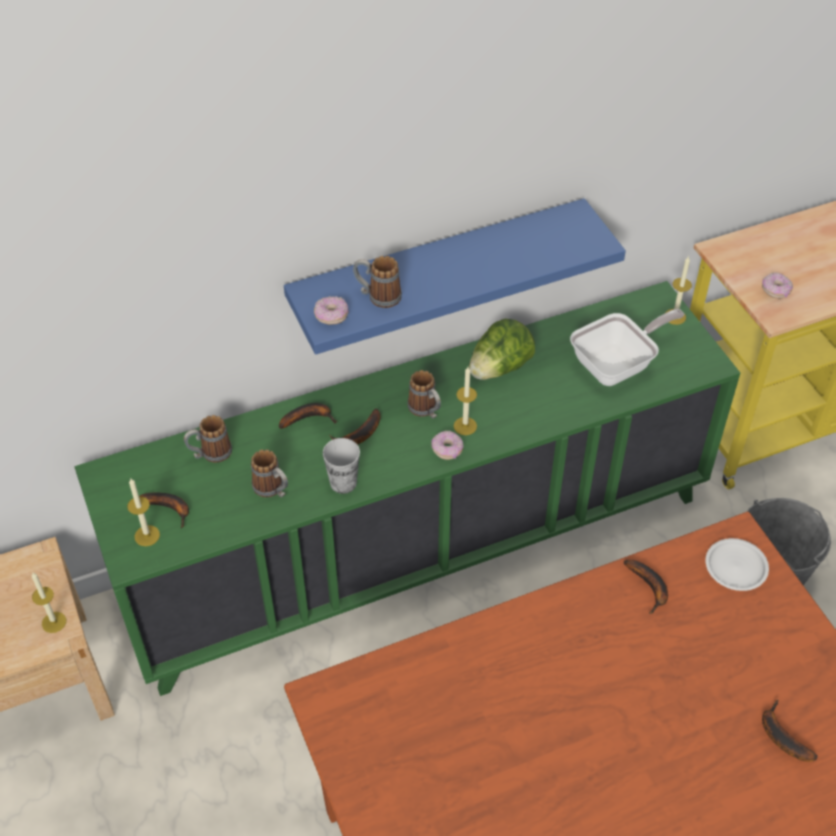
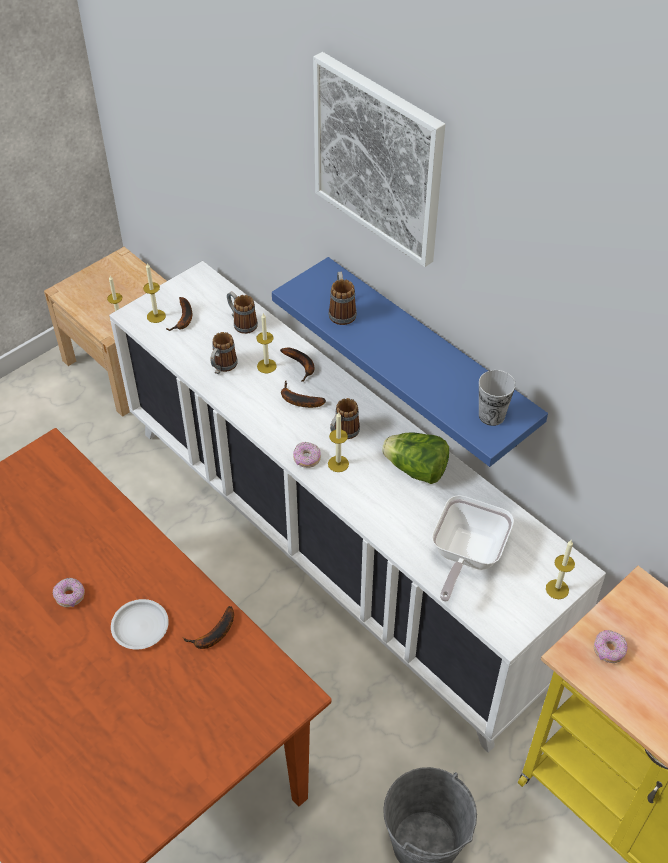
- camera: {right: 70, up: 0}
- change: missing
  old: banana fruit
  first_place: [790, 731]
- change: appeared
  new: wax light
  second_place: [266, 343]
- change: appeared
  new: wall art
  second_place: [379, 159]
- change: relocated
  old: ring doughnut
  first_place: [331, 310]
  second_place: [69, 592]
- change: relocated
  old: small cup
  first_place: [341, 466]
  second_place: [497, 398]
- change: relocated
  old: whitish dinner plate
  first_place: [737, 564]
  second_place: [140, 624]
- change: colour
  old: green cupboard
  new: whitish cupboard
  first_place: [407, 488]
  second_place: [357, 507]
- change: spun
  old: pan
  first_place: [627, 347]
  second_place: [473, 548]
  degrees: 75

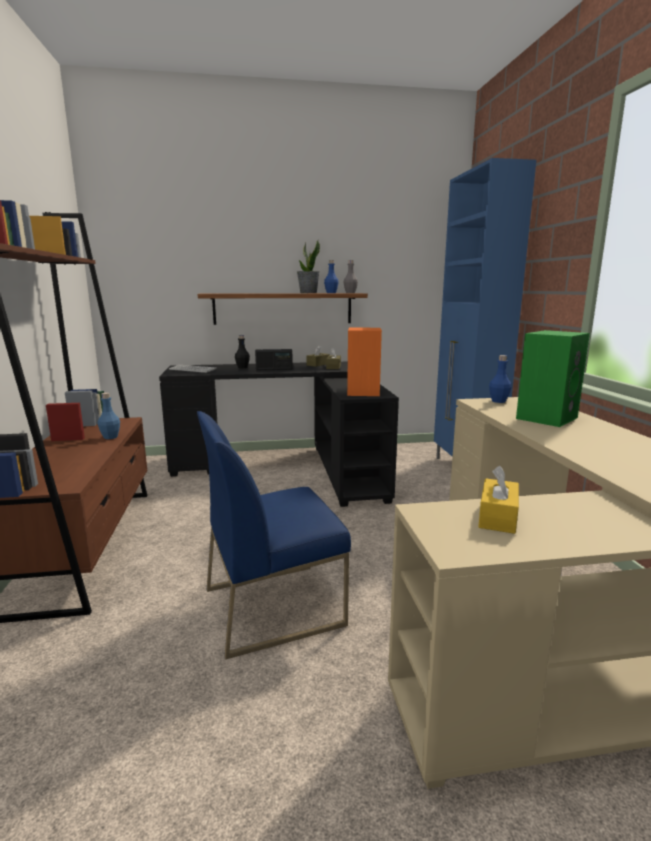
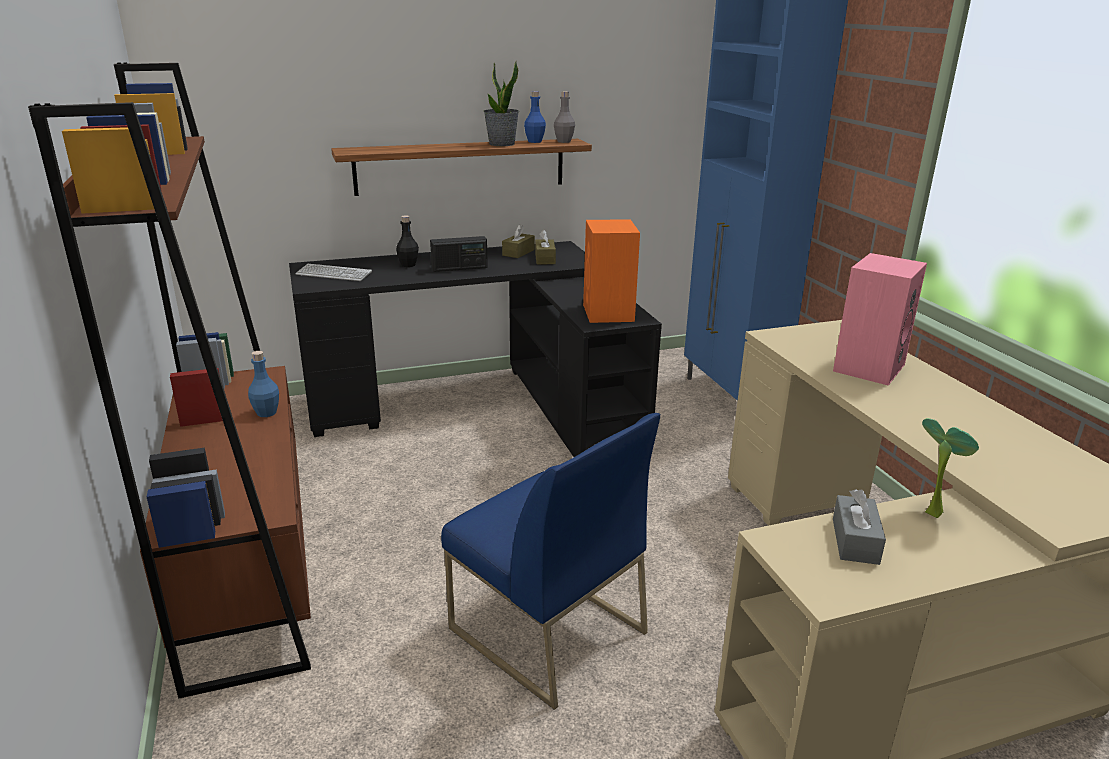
- camera: {right: -10, up: 10}
- change: missing
  old: bluish beverage bottle
  first_place: [500, 379]
- change: appeared
  new: potted plant
  second_place: [950, 468]
- change: colour
  old: yellowish tissue box
  new: grey tissue box
  first_place: [498, 500]
  second_place: [859, 527]
- change: colour
  old: green audio speaker
  new: pinkish audio speaker
  first_place: [553, 378]
  second_place: [880, 319]
- change: spun
  old: bluish chair
  first_place: [274, 535]
  second_place: [551, 561]
  degrees: -105

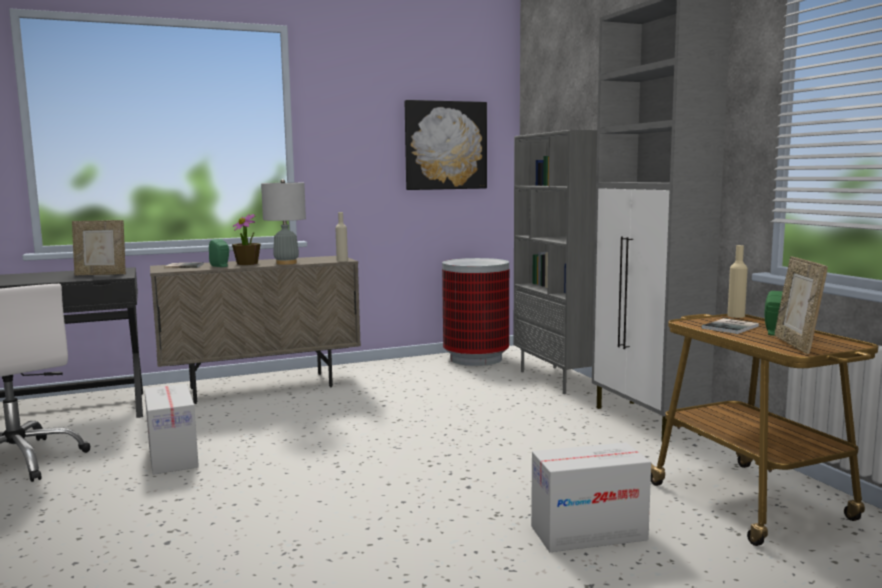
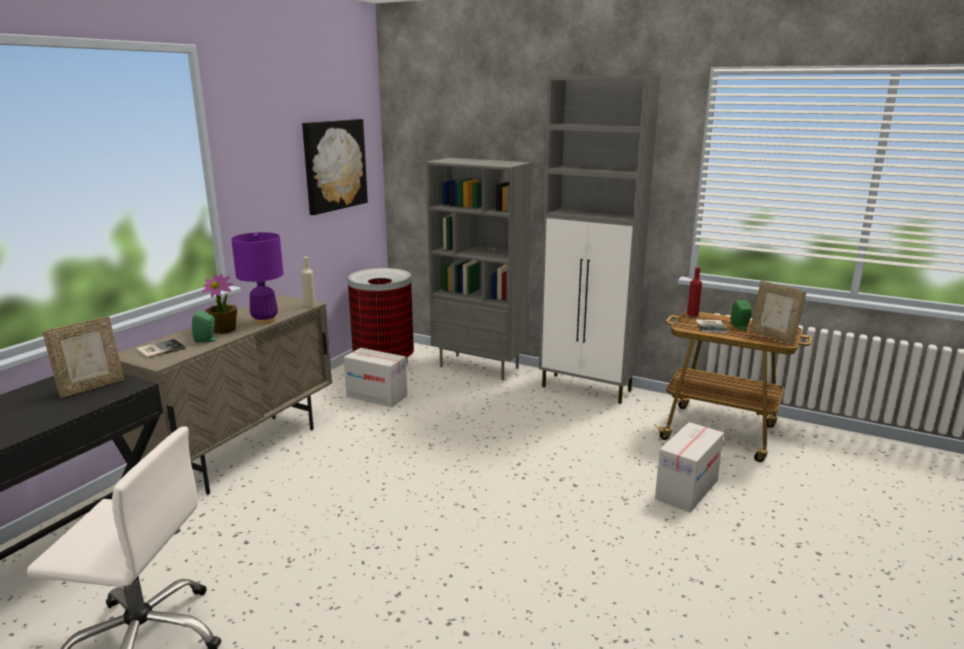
- camera: {right: -40, up: 10}
- change: relocated
  old: cardboard box
  first_place: [171, 429]
  second_place: [375, 377]
- change: colour
  old: grey lamp for a table
  new: purple lamp for a table
  first_place: [283, 222]
  second_place: [257, 278]
- change: colour
  old: sand-coloured beverage bottle
  new: red beverage bottle
  first_place: [737, 281]
  second_place: [694, 291]

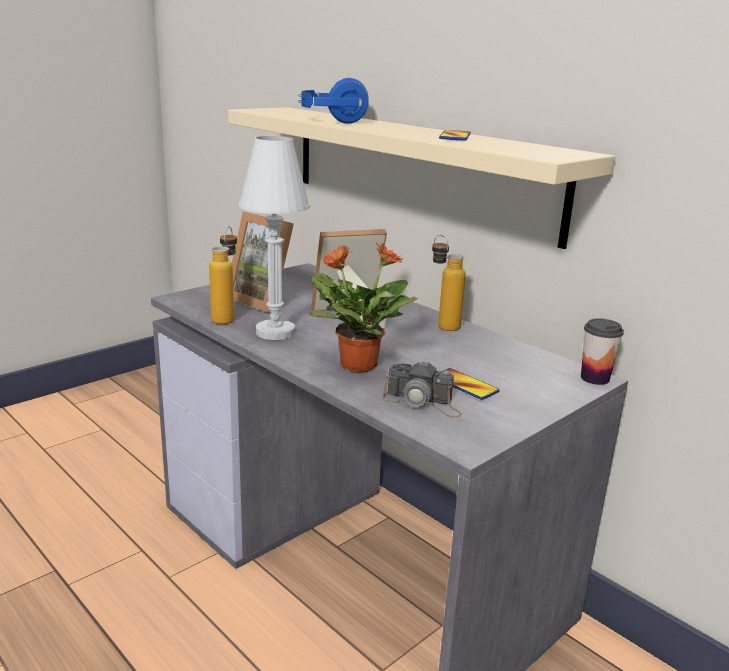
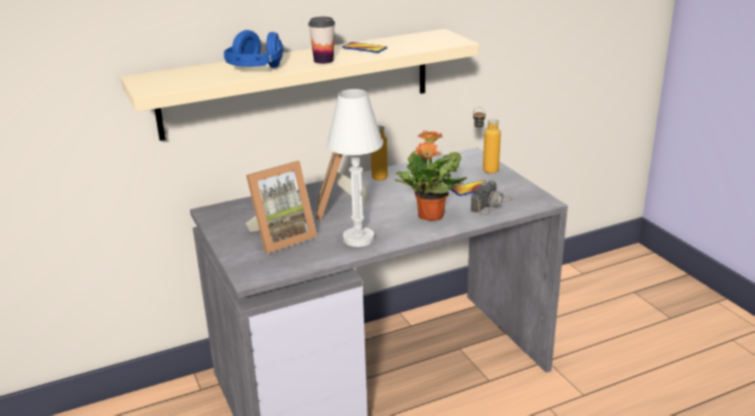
- camera: {right: -70, up: 5}
- change: relocated
  old: beverage bottle
  first_place: [223, 275]
  second_place: [487, 140]
- change: relocated
  old: small cup
  first_place: [602, 351]
  second_place: [321, 40]

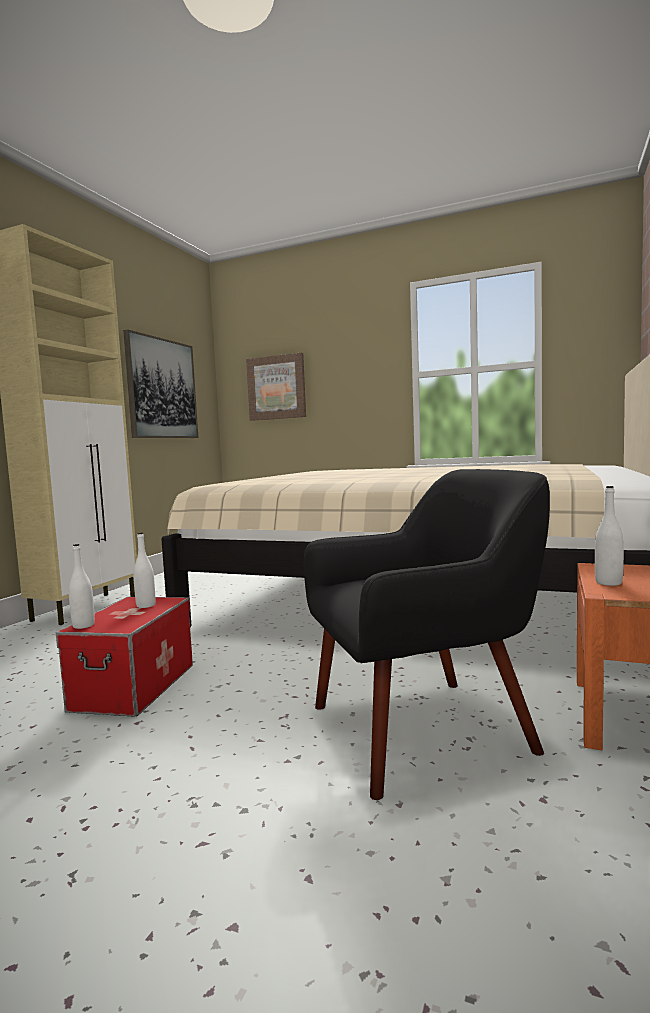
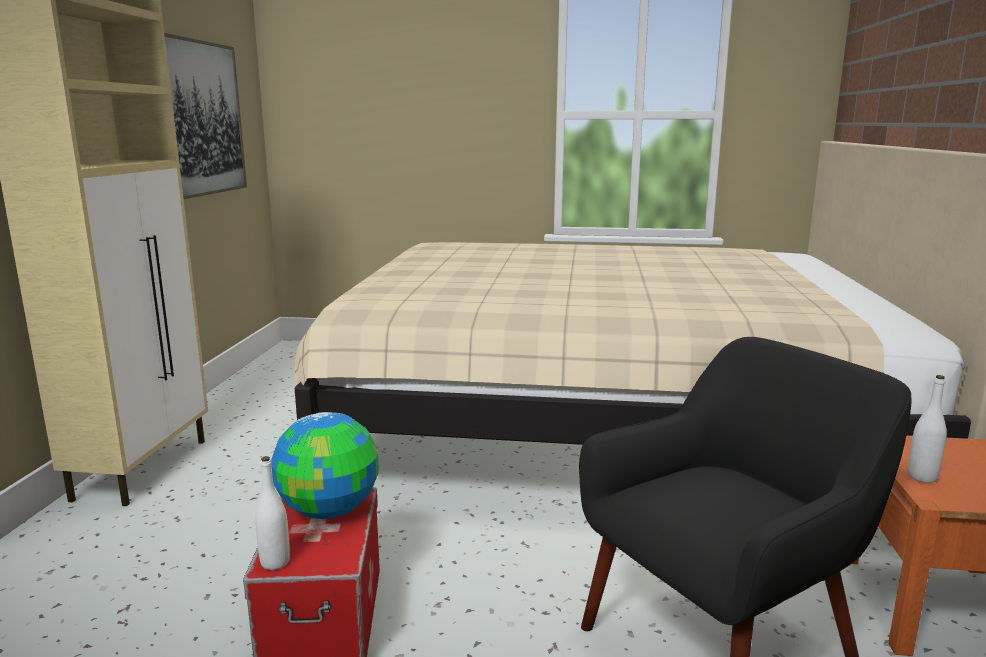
- camera: {right: -15, up: 10}
- change: missing
  old: wall art
  first_place: [276, 387]
- change: exchanged
  old: whitish beverage bottle
  new: world globe
  first_place: [144, 570]
  second_place: [325, 465]

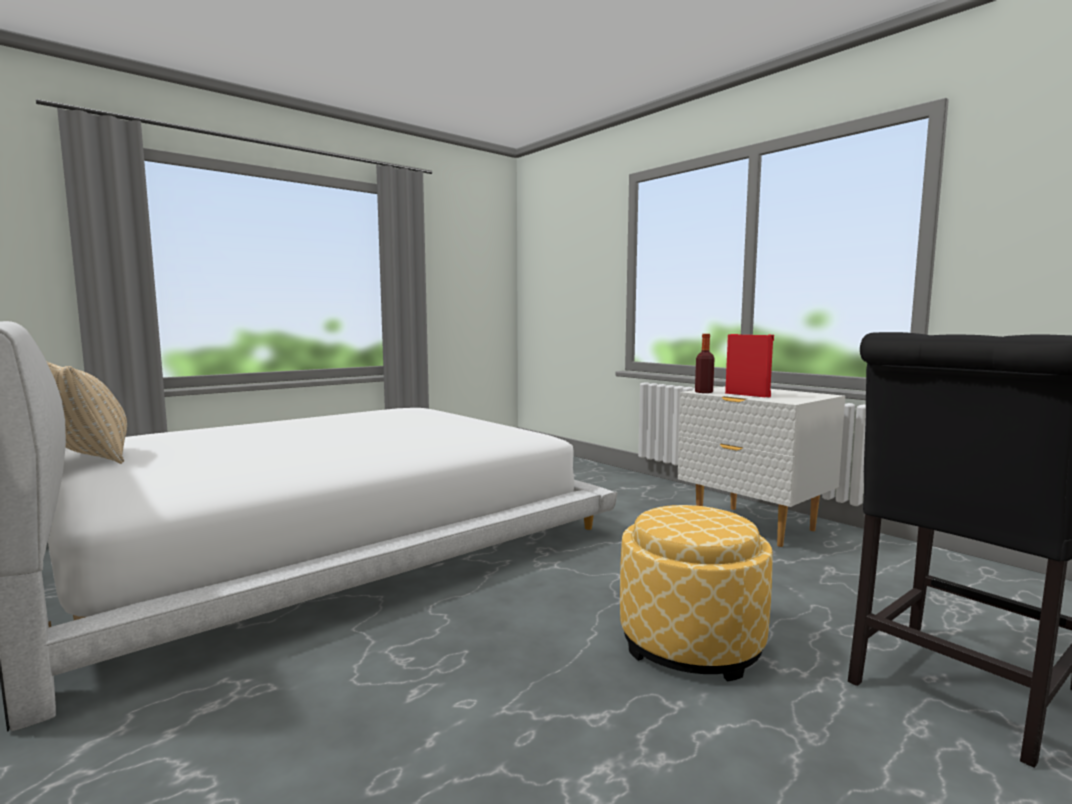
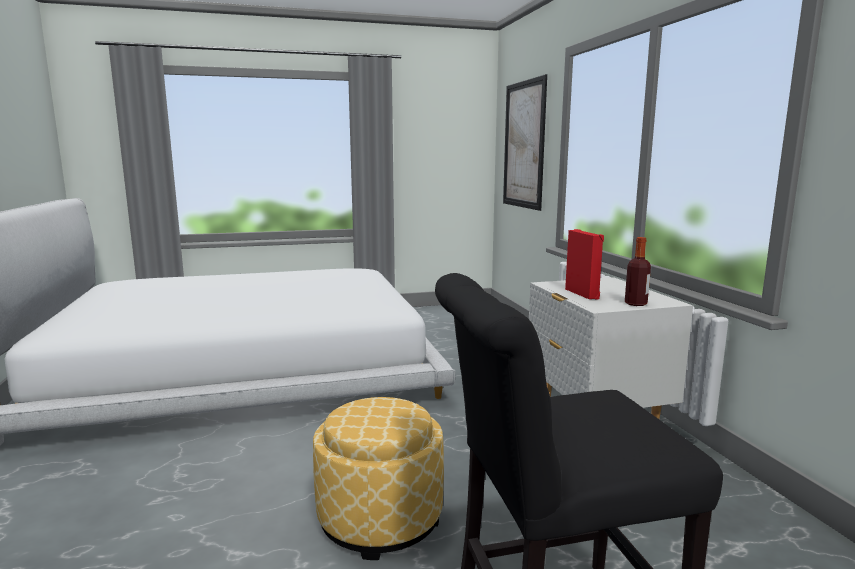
- camera: {right: 25, up: 5}
- change: missing
  old: sand-coloured throw pillow
  first_place: [86, 412]
- change: appeared
  new: wall art
  second_place: [525, 142]
- change: relocated
  old: beverage bottle
  first_place: [704, 363]
  second_place: [638, 271]

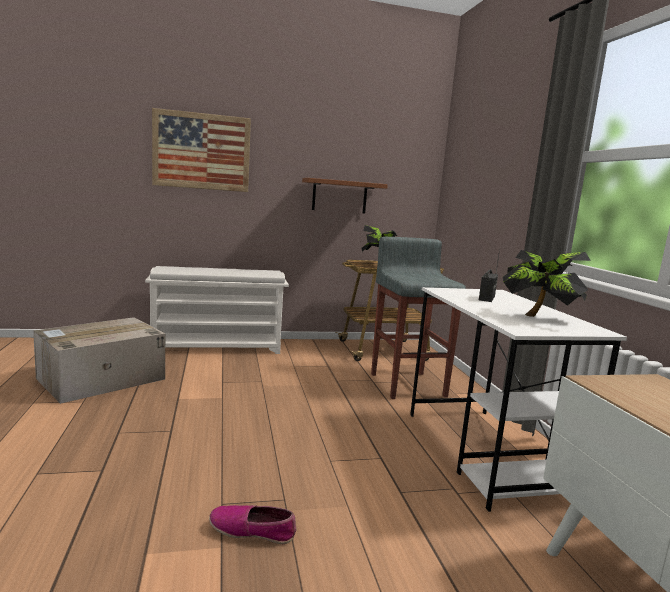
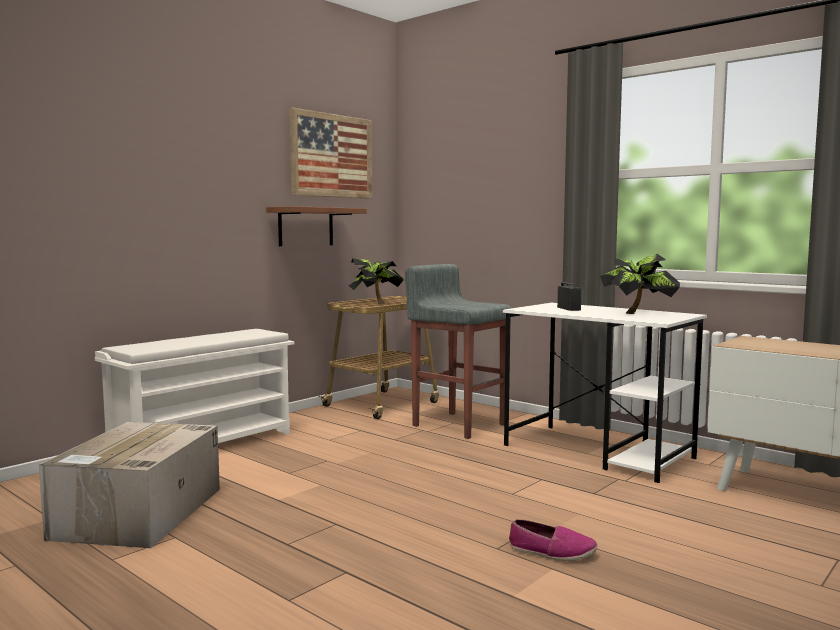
- camera: {right: -35, up: -5}
- change: relocated
  old: wall art
  first_place: [201, 150]
  second_place: [330, 153]
- change: spun
  old: low shoe
  first_place: [252, 524]
  second_place: [553, 540]
  degrees: -135

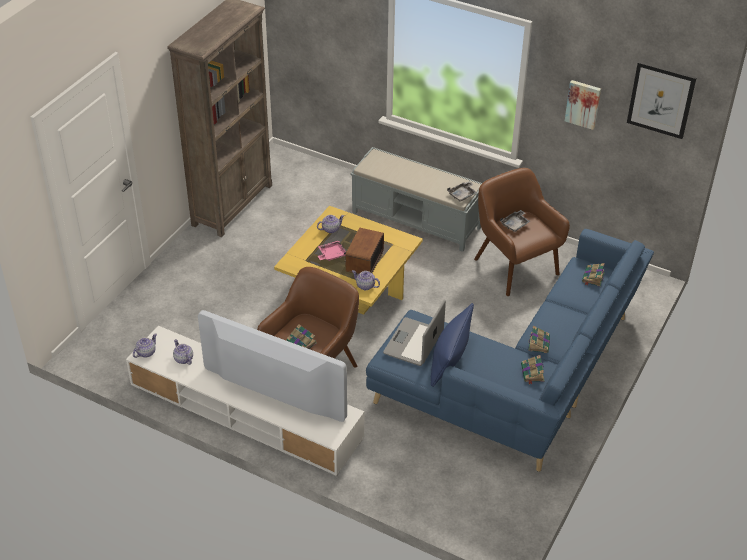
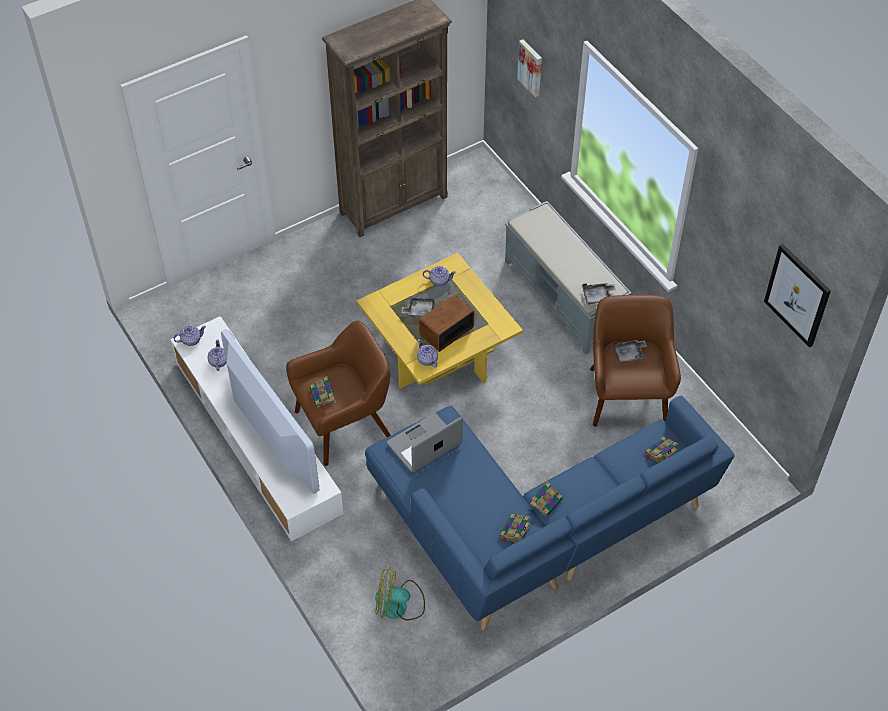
- camera: {right: 30, up: 10}
- change: missing
  old: bluish throw pillow
  first_place: [452, 345]
- change: appeared
  new: electric fan
  second_place: [400, 594]
- change: relocated
  old: wall art
  first_place: [583, 105]
  second_place: [529, 68]
- change: colour
  old: pinkish serving tray
  new: grey serving tray
  first_place: [332, 251]
  second_place: [418, 306]

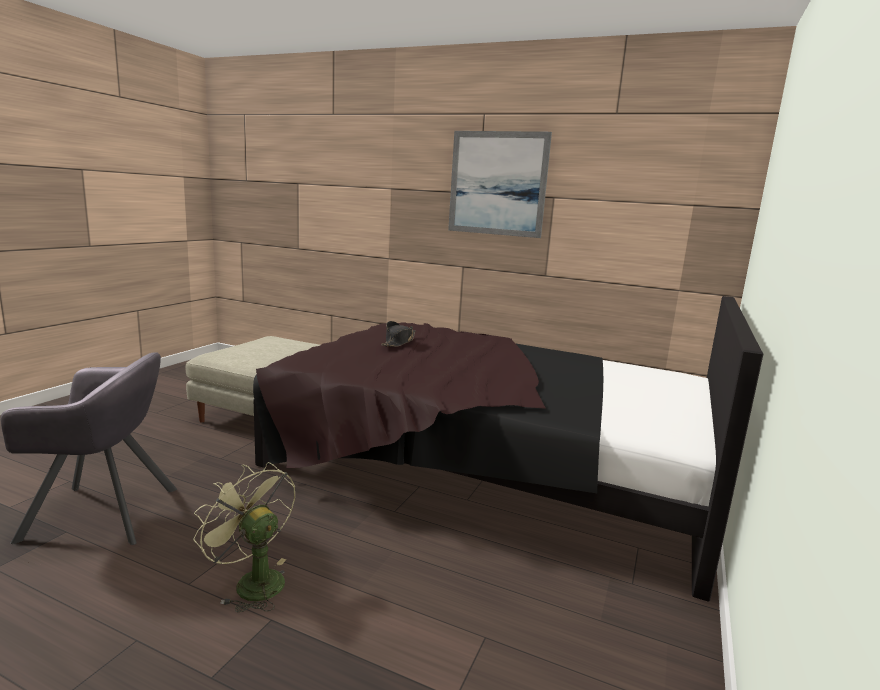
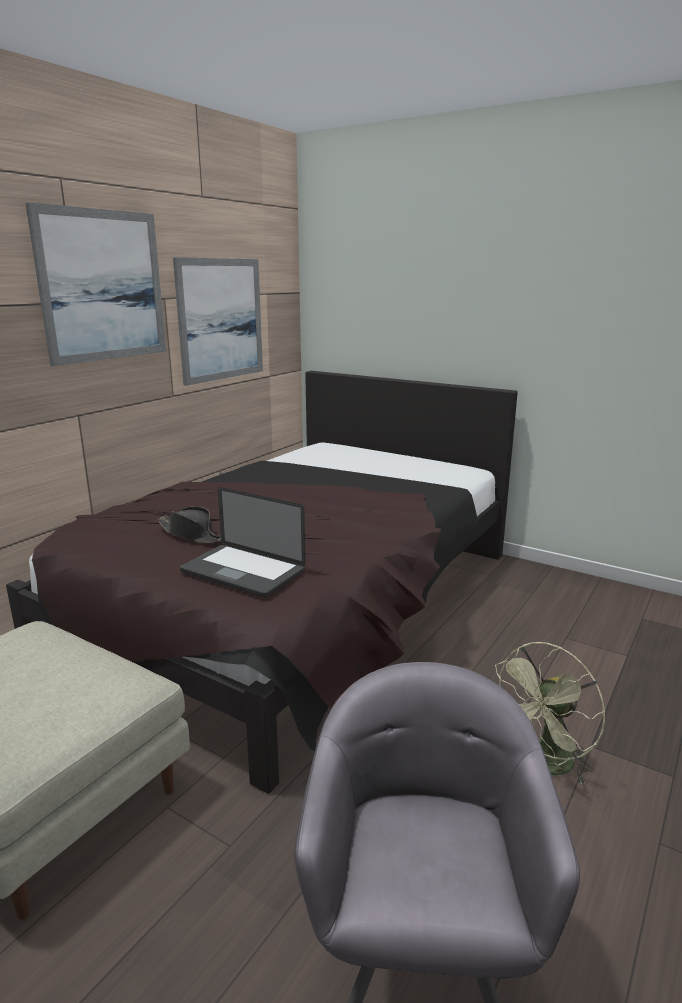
- camera: {right: -80, up: 5}
- change: appeared
  new: wall art
  second_place: [218, 321]
- change: appeared
  new: notebook computer
  second_place: [243, 542]

